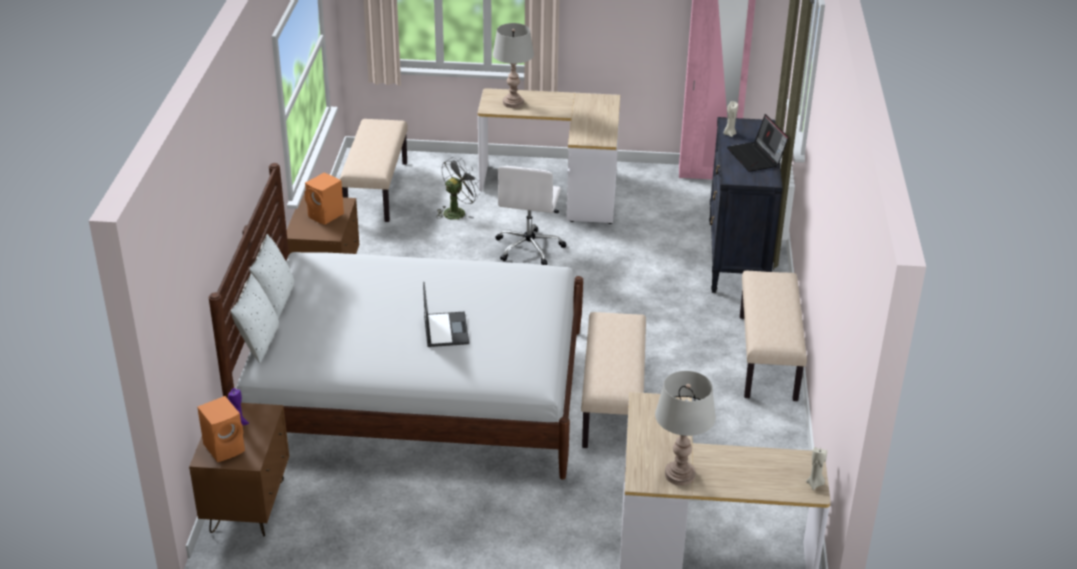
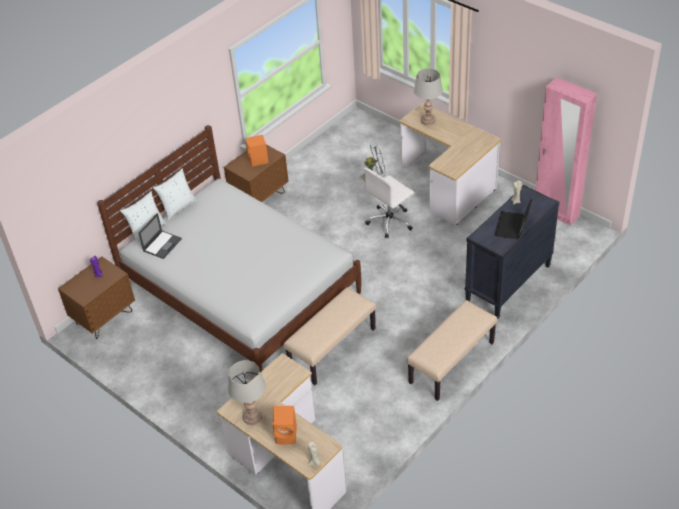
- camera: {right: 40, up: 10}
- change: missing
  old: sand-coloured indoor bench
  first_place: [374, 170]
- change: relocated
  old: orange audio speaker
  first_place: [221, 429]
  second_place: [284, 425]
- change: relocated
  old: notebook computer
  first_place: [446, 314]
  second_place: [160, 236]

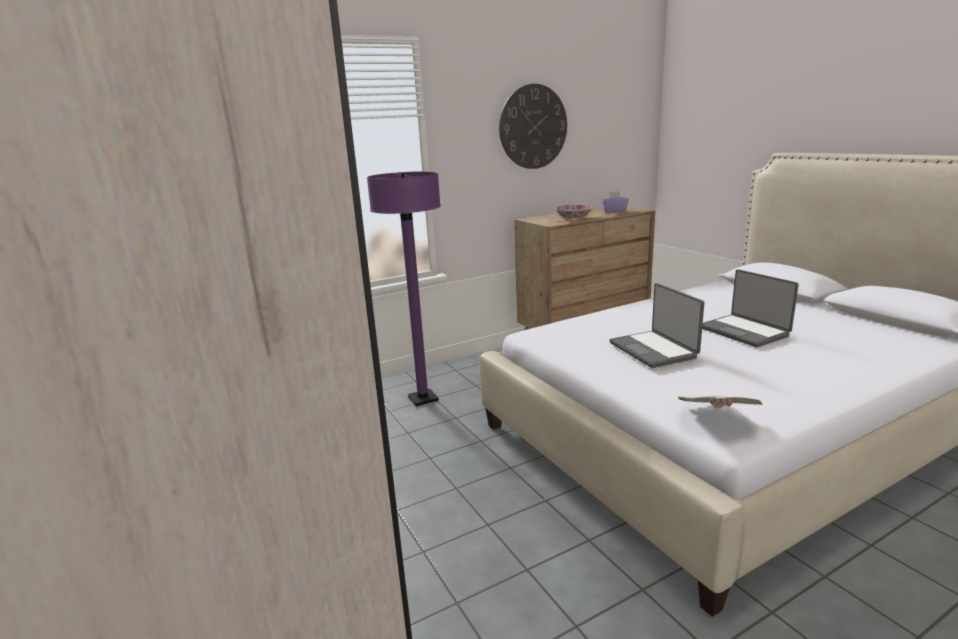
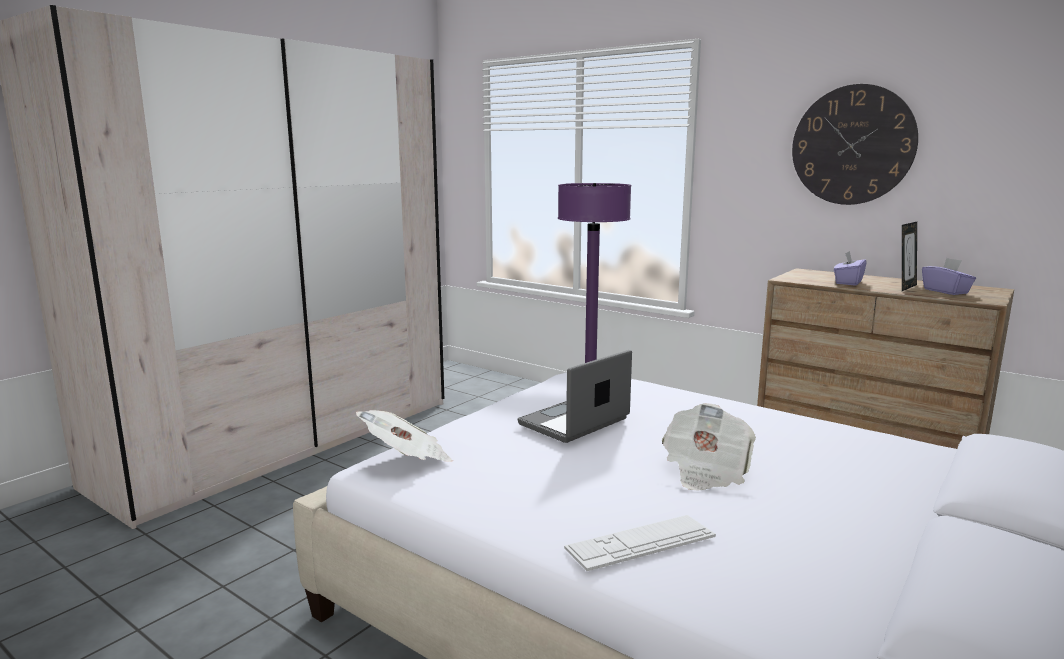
- camera: {right: 65, up: -5}
- change: appeared
  new: PC keyboard
  second_place: [640, 543]
- change: appeared
  new: picture frame
  second_place: [909, 256]
- change: exchanged
  old: bowl
  new: purple tissue box
  first_place: [574, 211]
  second_place: [850, 268]
- change: exchanged
  old: notebook computer
  new: printed paper
  first_place: [750, 308]
  second_place: [709, 447]

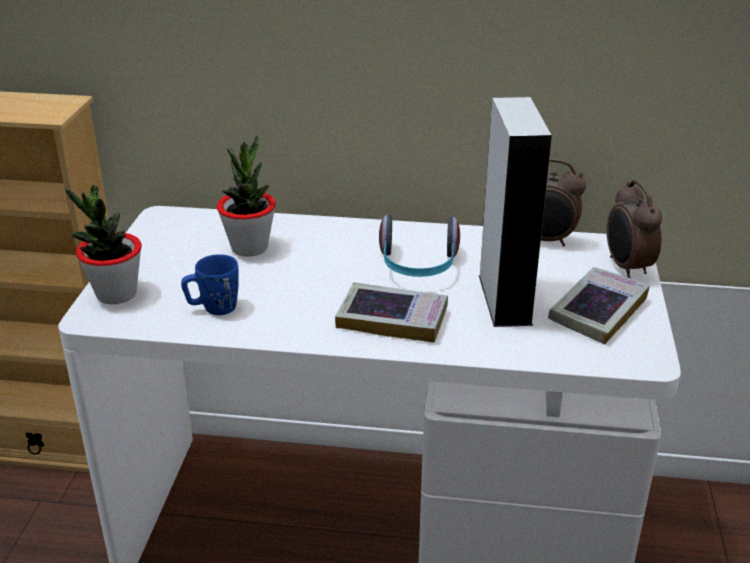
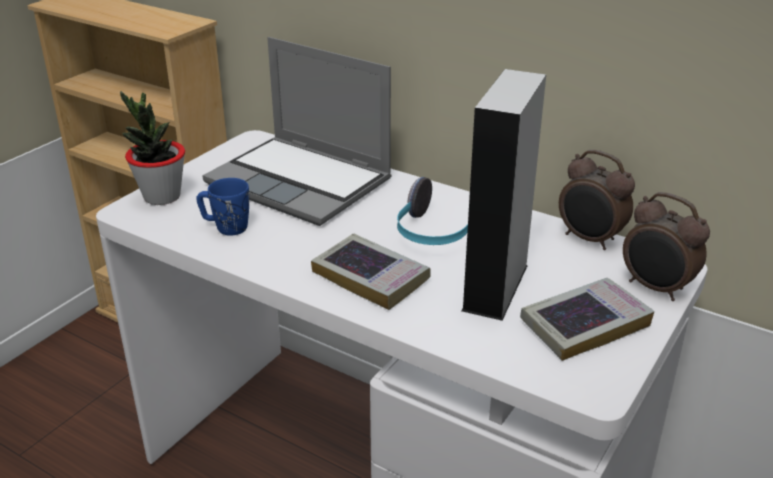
- camera: {right: 25, up: 0}
- change: exchanged
  old: potted plant
  new: notebook computer
  first_place: [246, 196]
  second_place: [296, 131]
- change: spun
  old: alarm clock
  first_place: [634, 229]
  second_place: [666, 246]
  degrees: -60

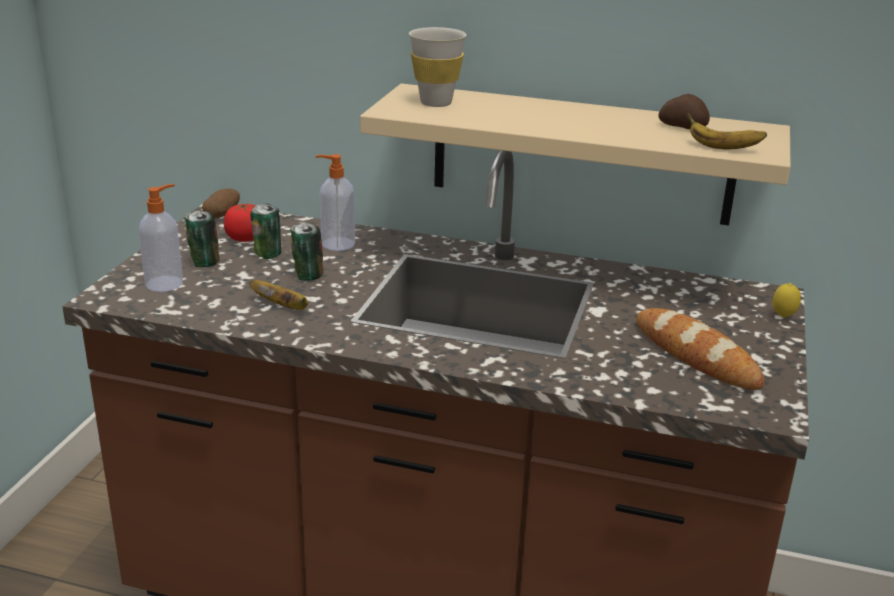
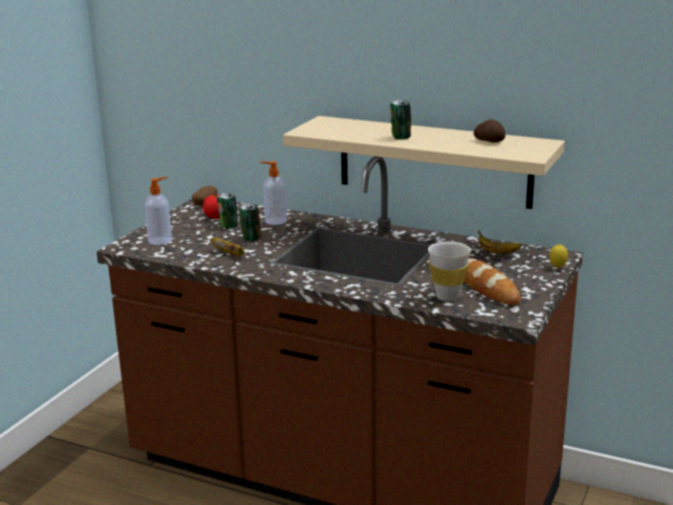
- camera: {right: 10, up: -5}
- change: relocated
  old: metal can
  first_place: [202, 238]
  second_place: [400, 119]
- change: relocated
  old: whitish small cup
  first_place: [438, 67]
  second_place: [449, 271]
- change: relocated
  old: banana fruit
  first_place: [727, 130]
  second_place: [500, 242]

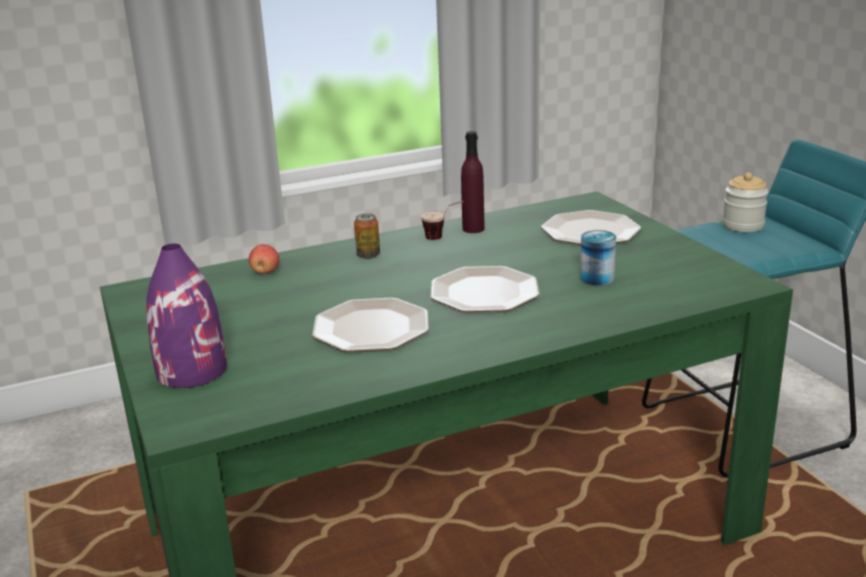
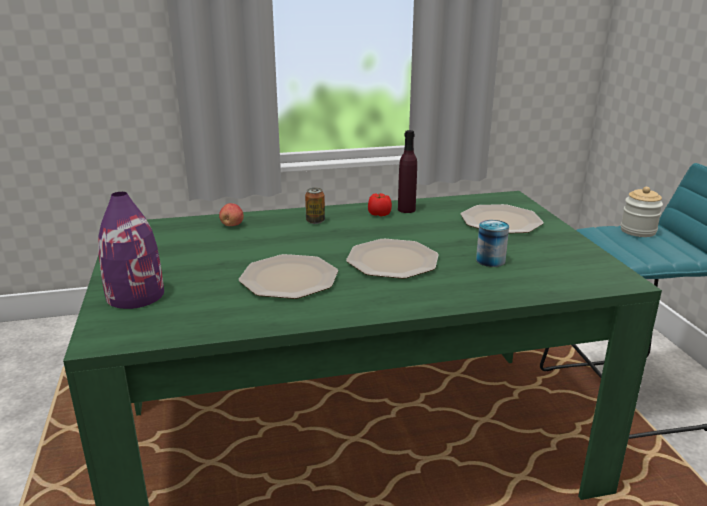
- camera: {right: 10, up: 0}
- change: exchanged
  old: small cup
  new: fresh tomato
  first_place: [442, 220]
  second_place: [380, 204]

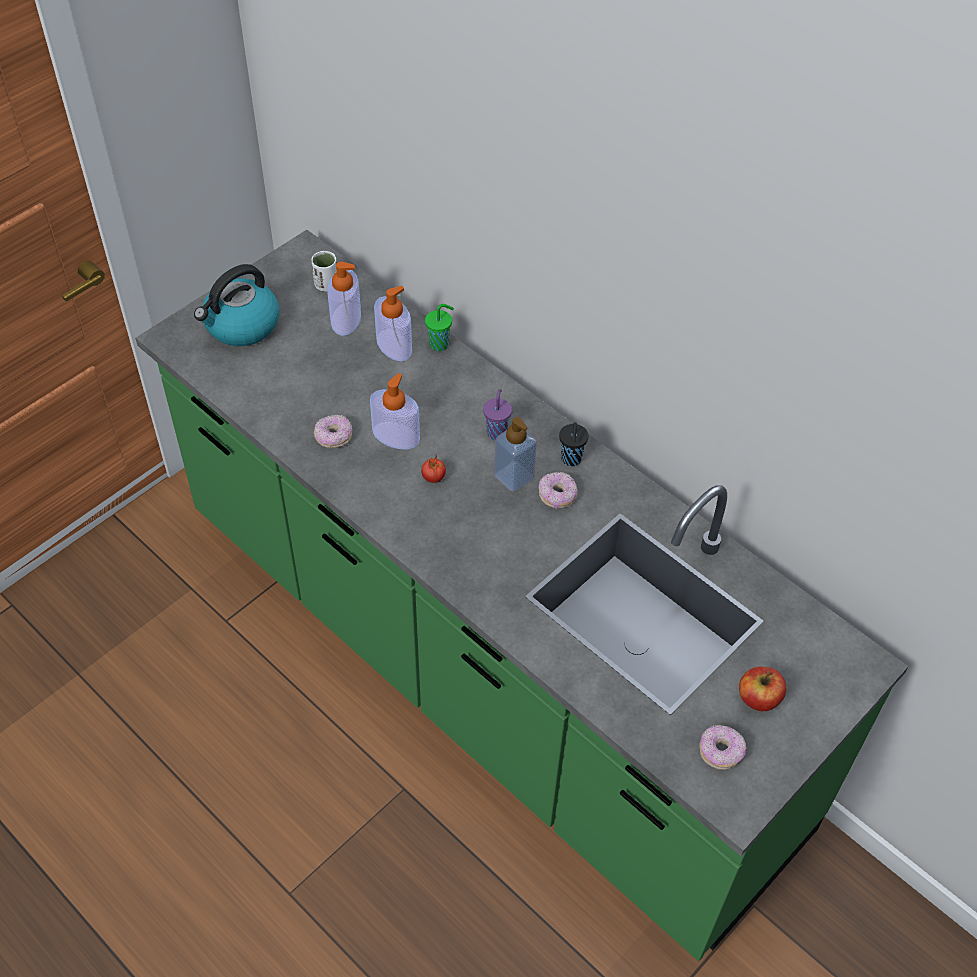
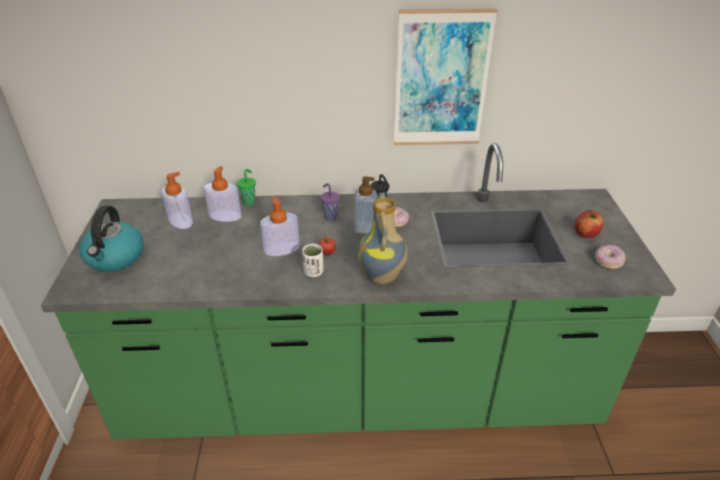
- camera: {right: -45, up: -15}
- change: missing
  old: ring doughnut
  first_place: [333, 431]
- change: appeared
  new: decorative vase
  second_place: [383, 238]
- change: appeared
  new: wall art
  second_place: [446, 77]
- change: relocated
  old: whitish small cup
  first_place: [324, 271]
  second_place: [312, 260]

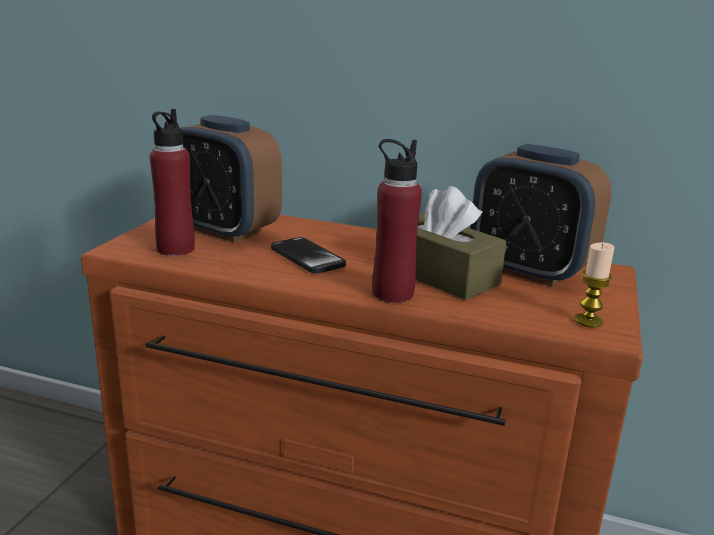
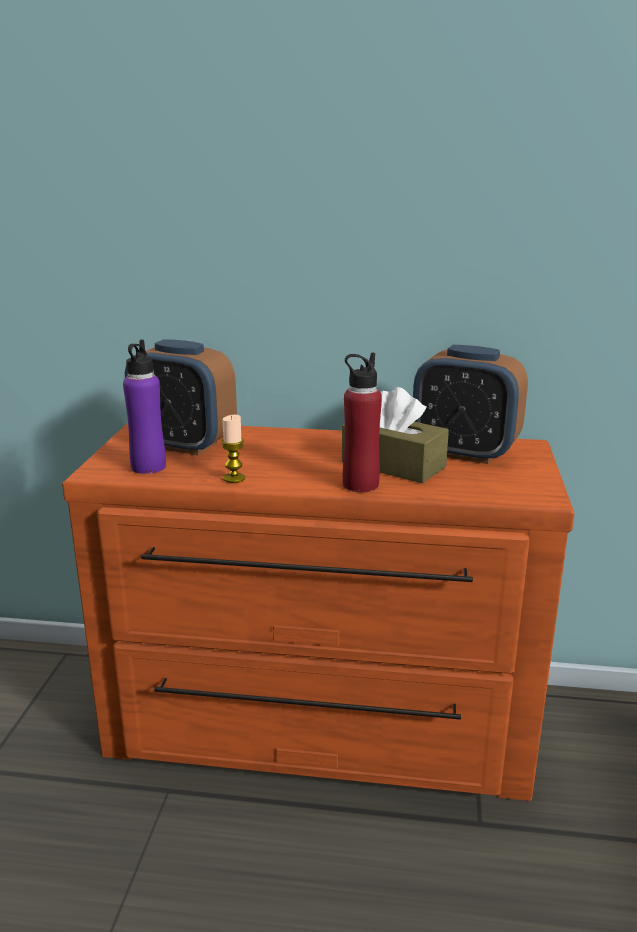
- camera: {right: -10, up: 0}
- change: missing
  old: phone
  first_place: [308, 255]
- change: relocated
  old: wax light
  first_place: [594, 285]
  second_place: [233, 449]
- change: colour
  old: red beverage bottle
  new: purple beverage bottle
  first_place: [172, 182]
  second_place: [144, 407]

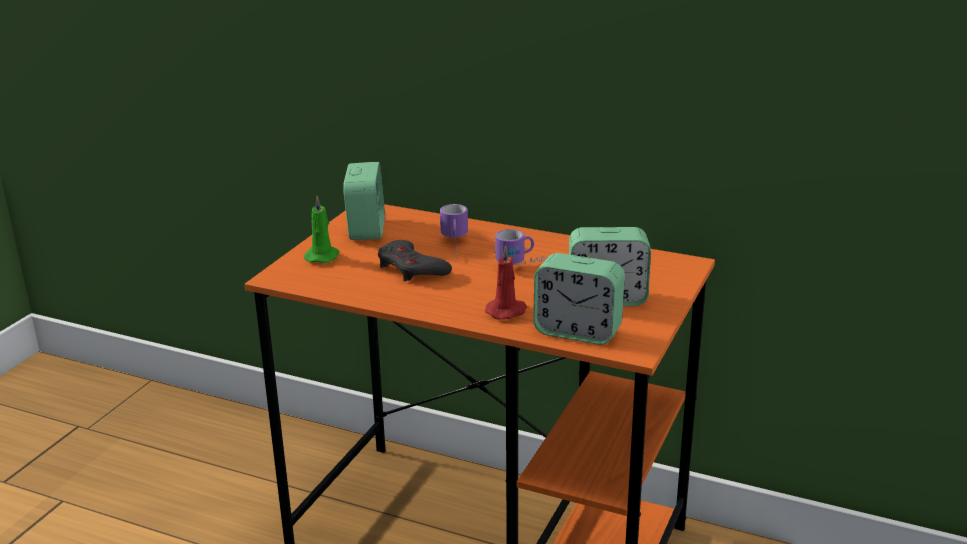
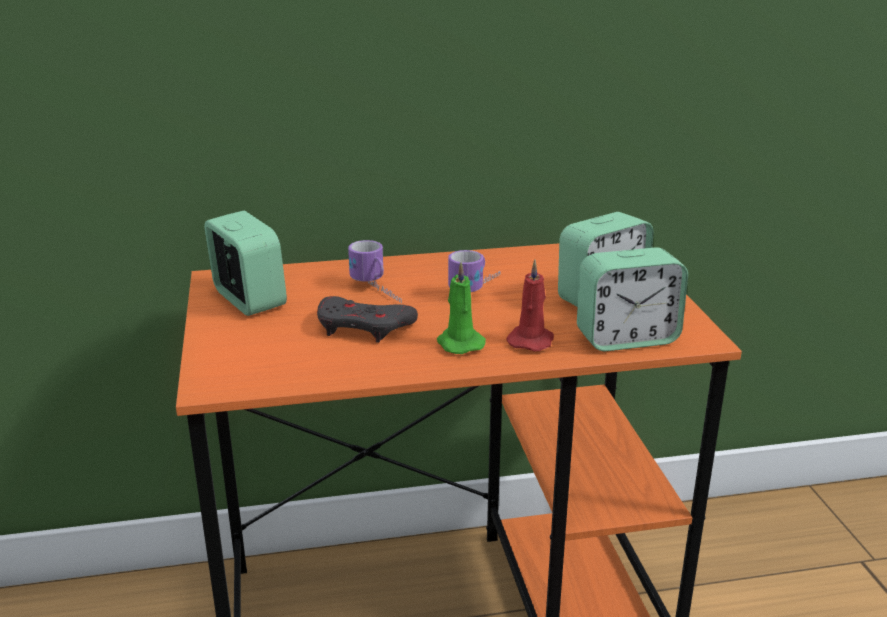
- camera: {right: -35, up: 0}
- change: relocated
  old: green wax light
  first_place: [321, 229]
  second_place: [461, 308]

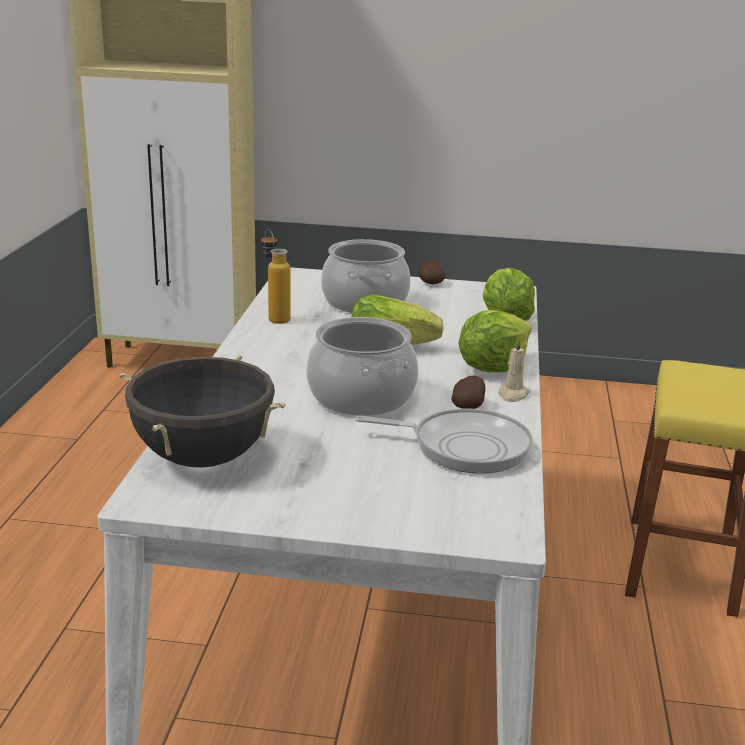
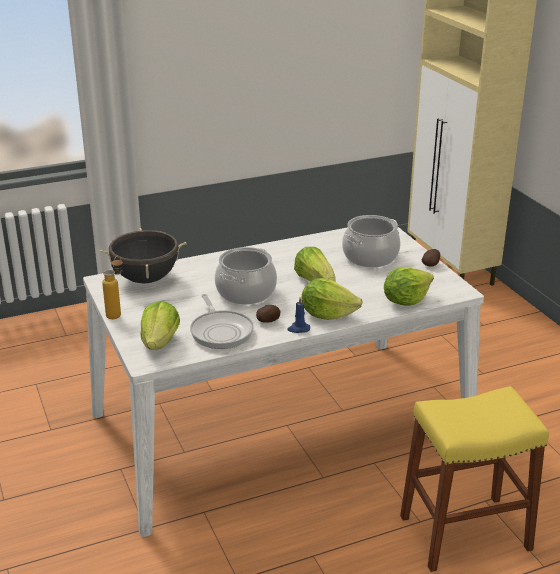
- camera: {right: 60, up: 5}
- change: appeared
  new: head of lettuce
  second_place: [160, 325]
- change: relocated
  old: beverage bottle
  first_place: [275, 276]
  second_place: [112, 287]
- change: colour
  old: sand-coloured wax light
  new: bluish wax light
  first_place: [514, 370]
  second_place: [298, 315]

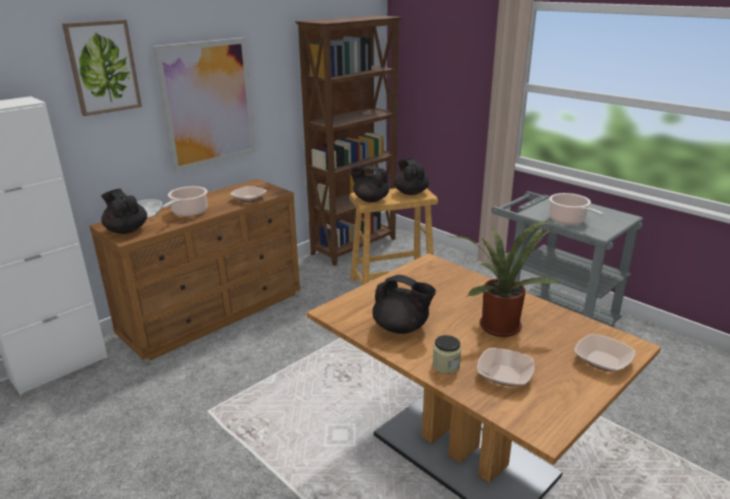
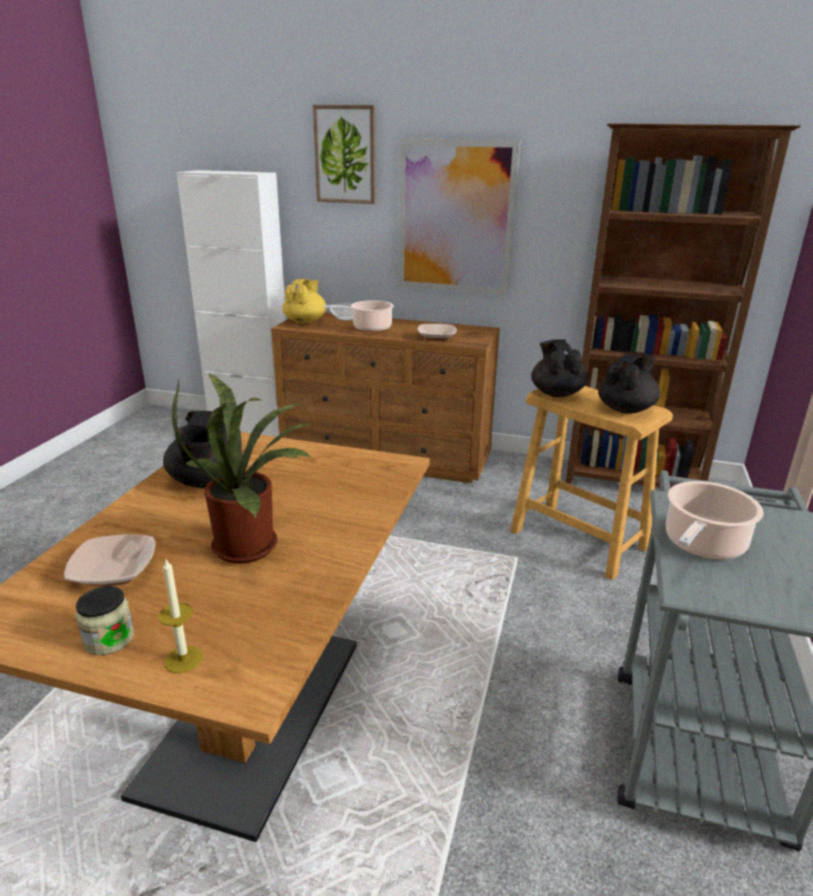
- camera: {right: 60, up: 0}
- change: relocated
  old: preserve jar
  first_place: [447, 354]
  second_place: [105, 620]
- change: exchanged
  old: bowl
  new: wax light
  first_place: [604, 353]
  second_place: [180, 616]
- change: colour
  old: blackish teapot
  new: yellowish teapot
  first_place: [124, 211]
  second_place: [304, 301]

